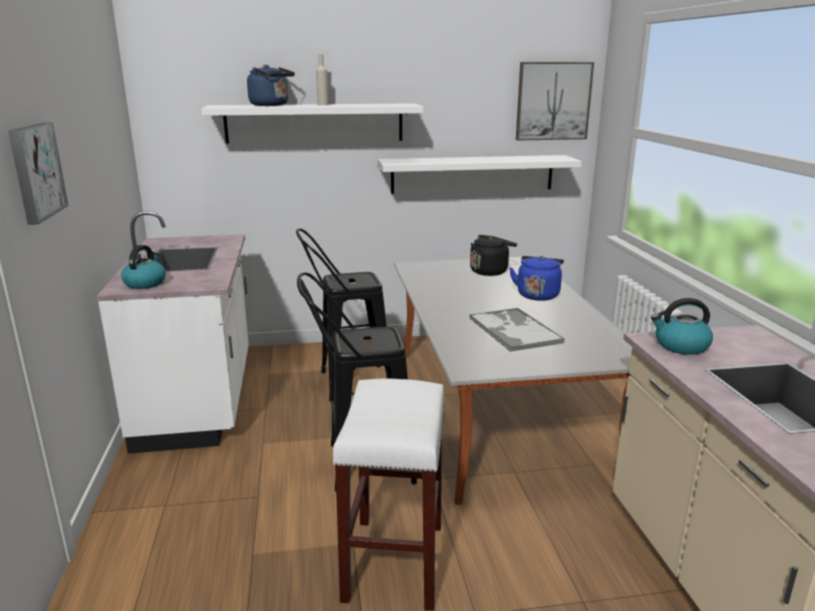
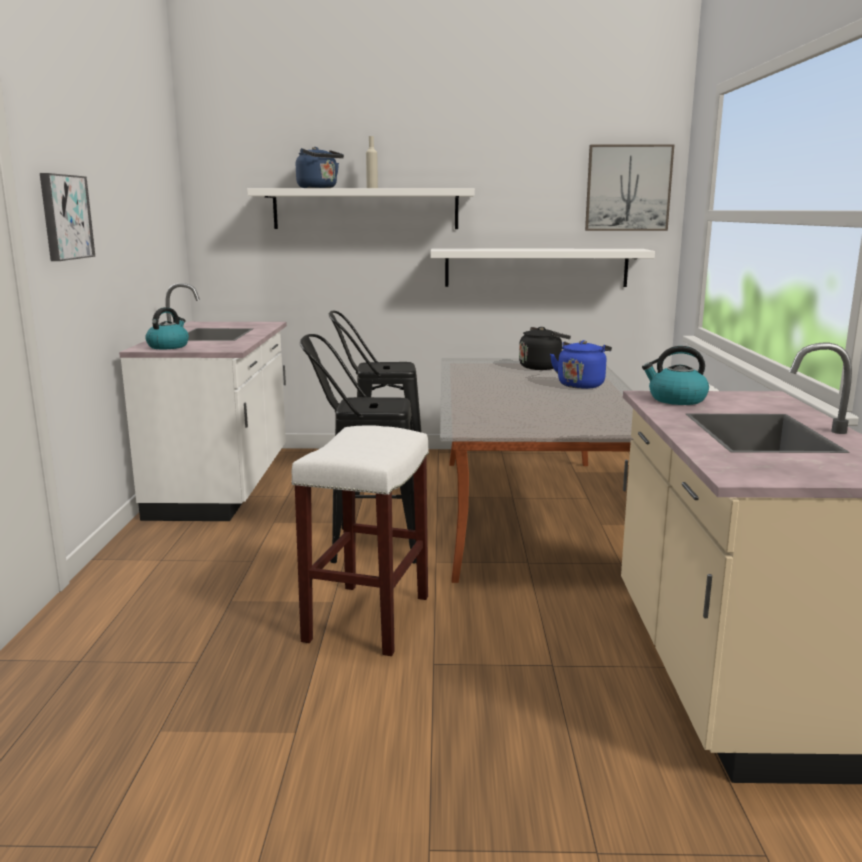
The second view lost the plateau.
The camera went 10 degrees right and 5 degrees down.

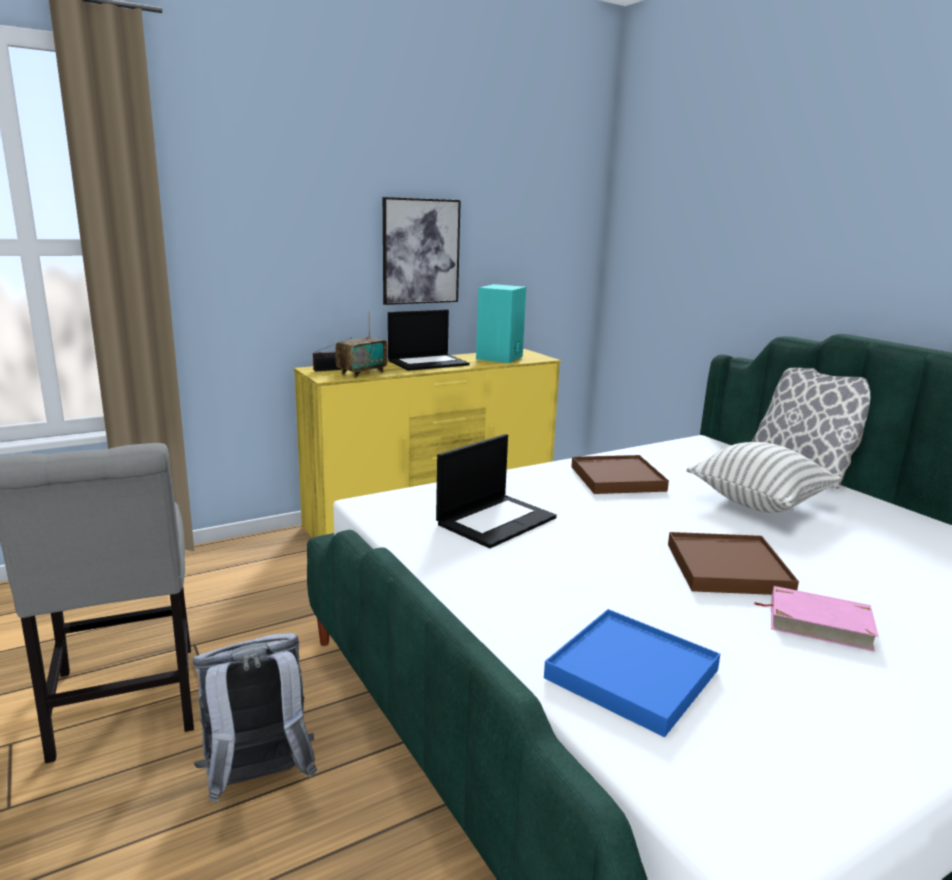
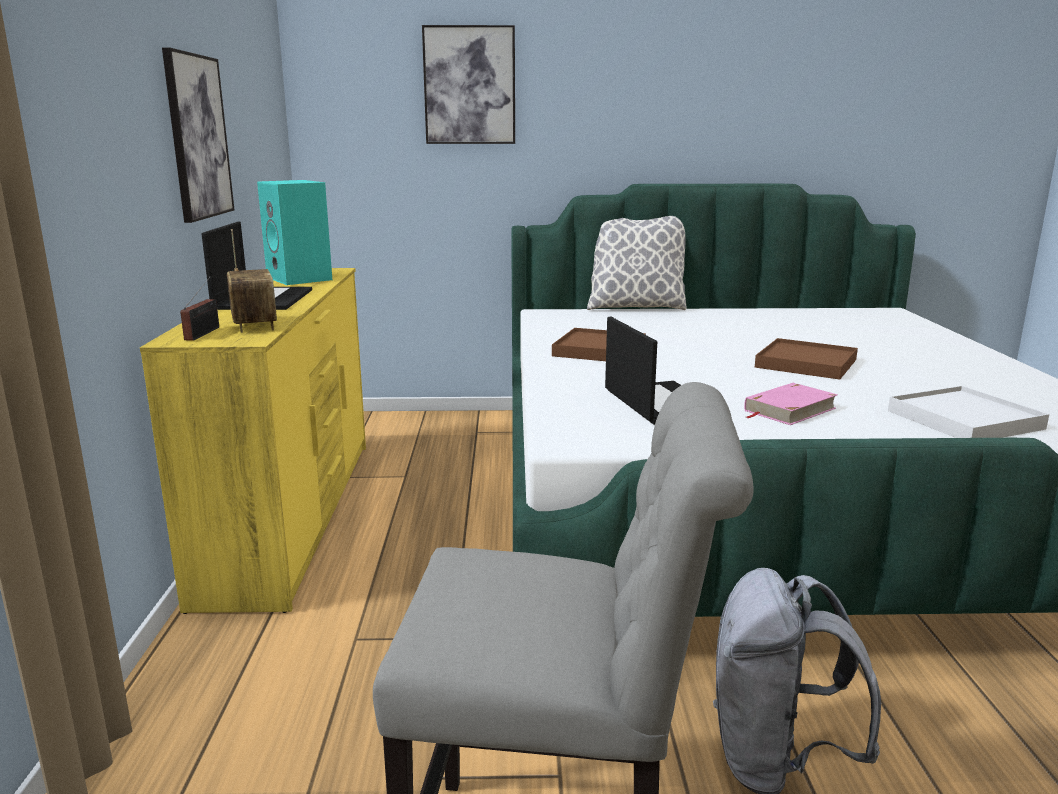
The second view lost the coussin (1st from left).
The second view gained the tableau (2nd from left).
The livre (rose) ended up elsewhere.
What was the plateau (bleu) turned into the plateau (blanc).
The camera went 60 degrees left and 0 degrees up.

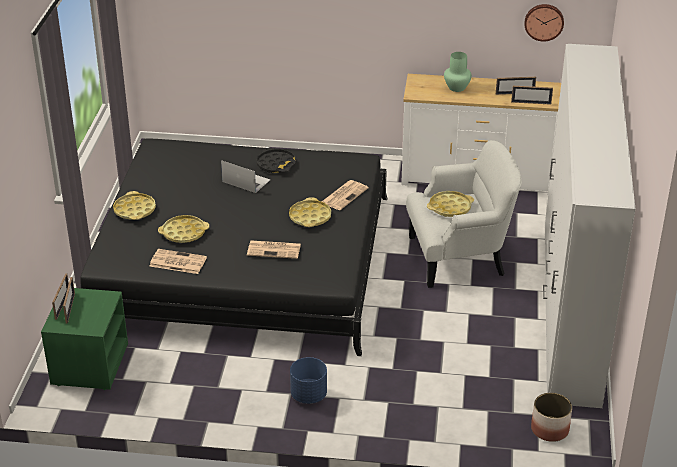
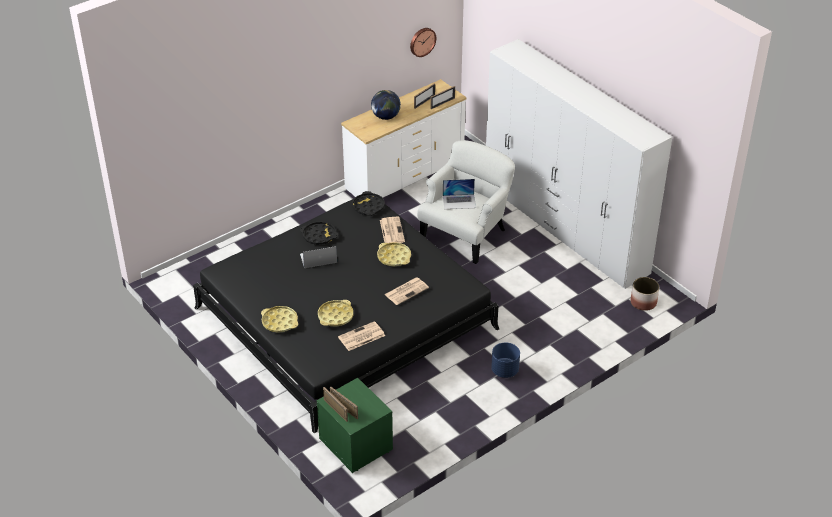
The second view gained the plateau (noir) (2nd from left).
Where the plateau (jaune) (4th from left) stood, the ordinateur portable (2nd from left) came to stand.
Where the vase (vert) stood, the globe came to stand.
The camera went 45 degrees left and 5 degrees up.

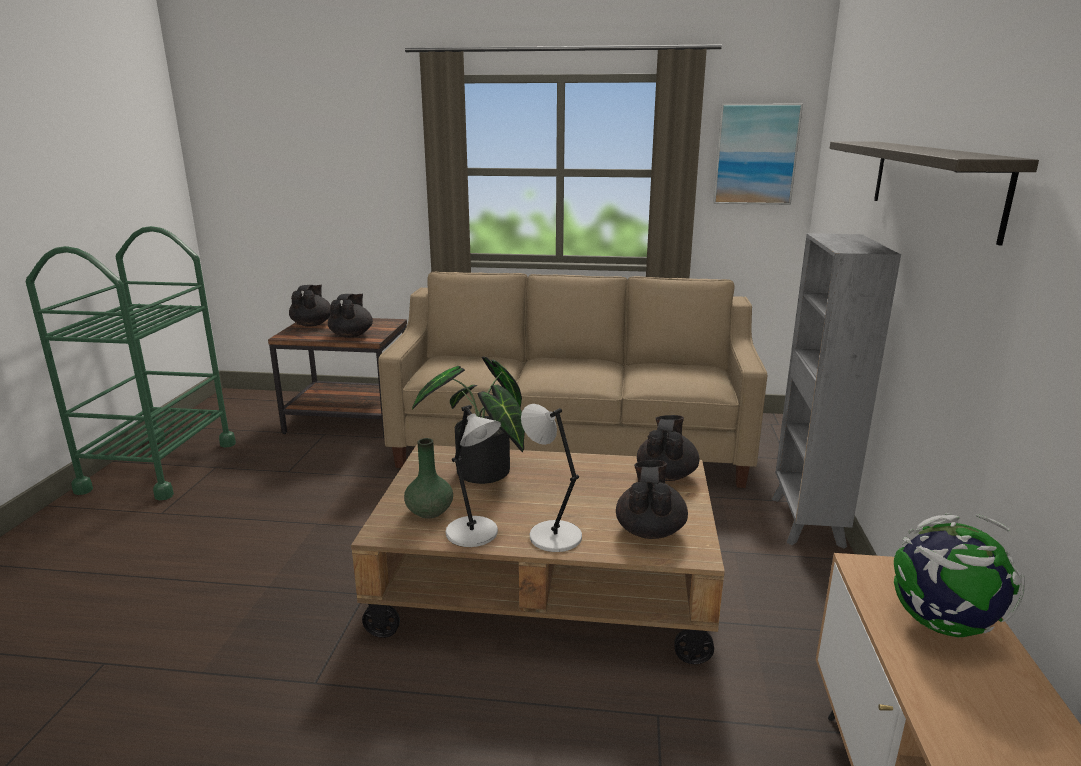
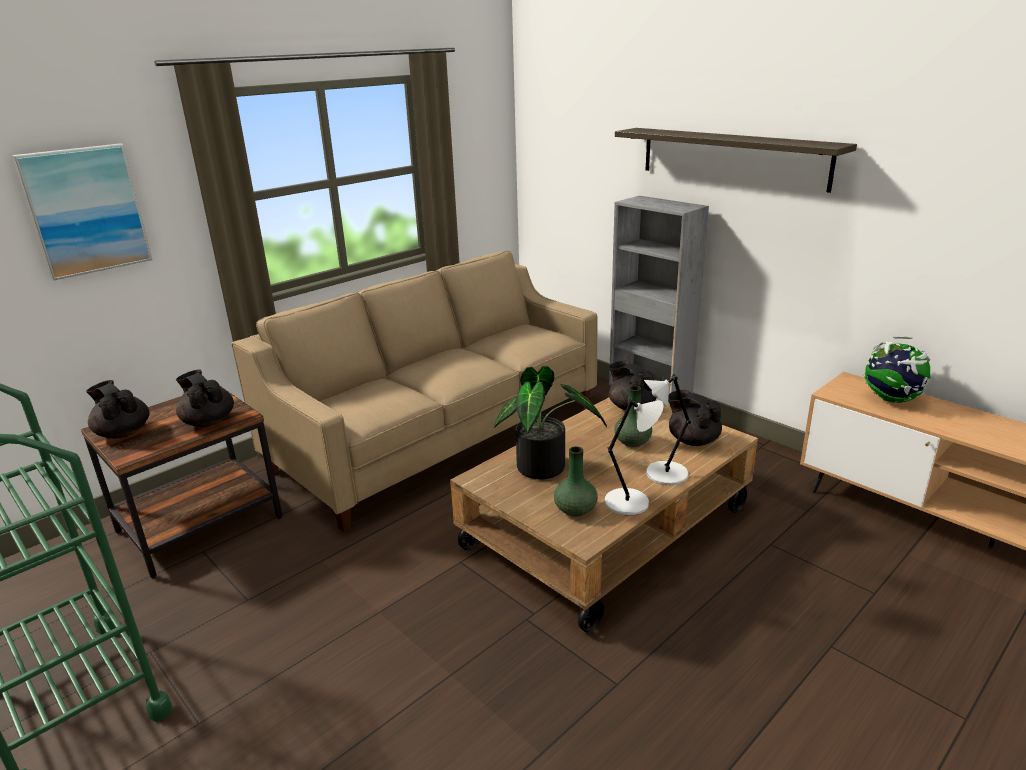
The second view gained the vase (vert) (2nd from left).
The tableau ended up elsewhere.
The camera went 50 degrees left and 5 degrees up.

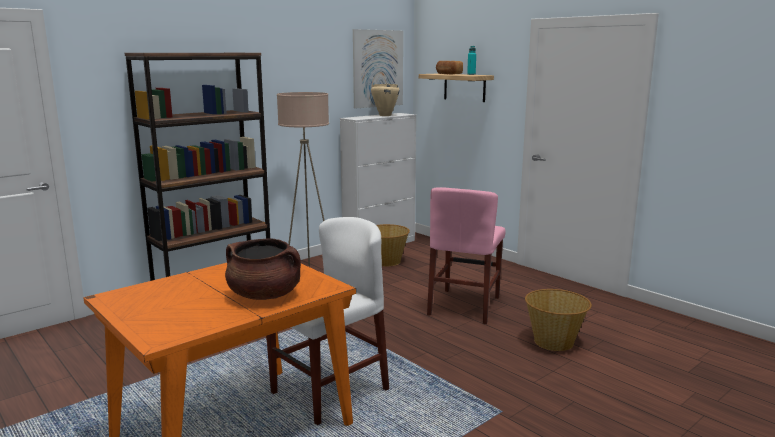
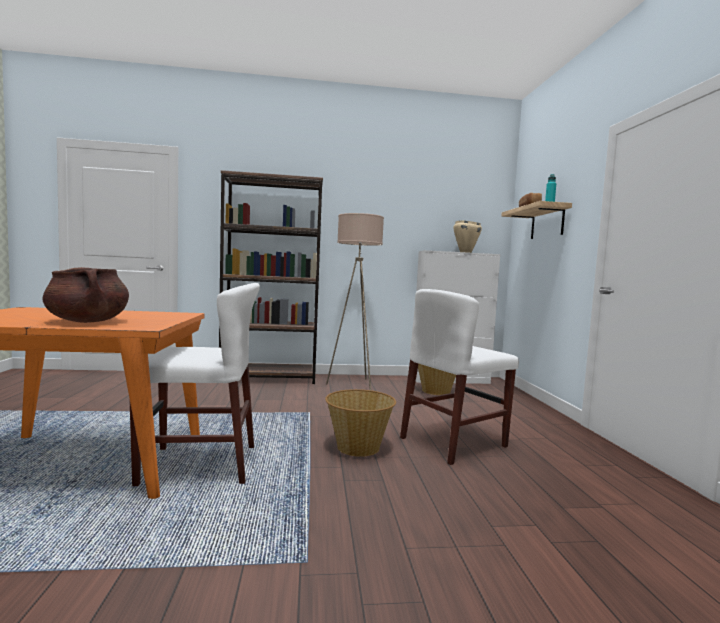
The second view lost the tableau.
The panier (2nd from left in the first image) ended up elsewhere.
What was the chaise (rose) turned into the chaise (blanc) (2nd from left).
The camera went 35 degrees right and 10 degrees down.

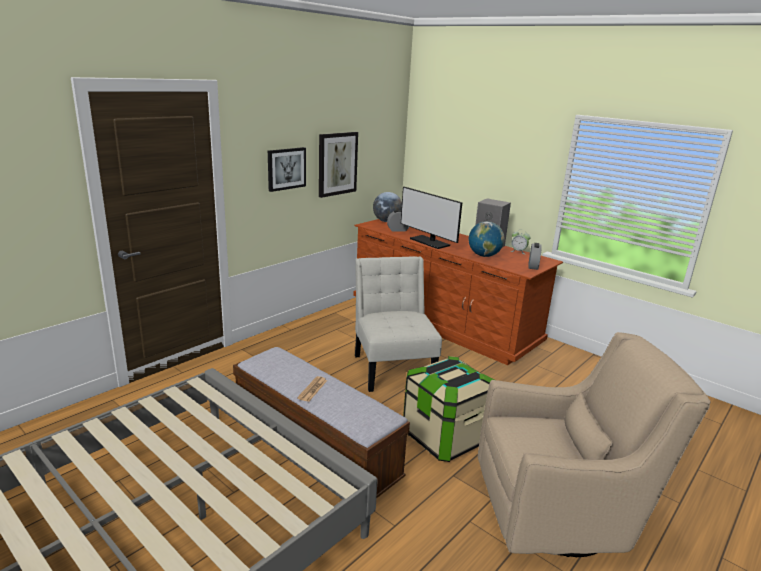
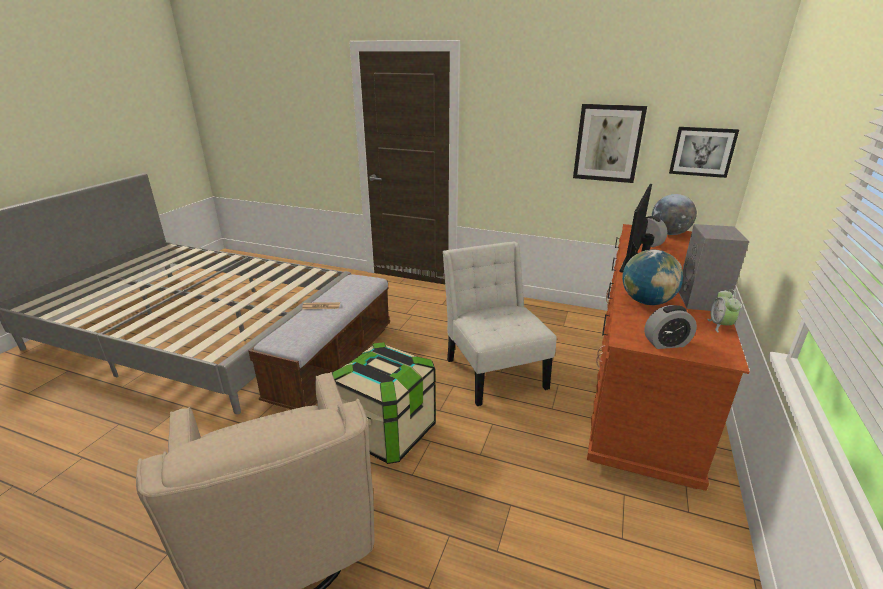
The tableau (1st from left in the first image) ended up elsewhere.
The chaise (blanc) ended up facing another way, 75 degrees counterclockwise from before.
The camera went 70 degrees right and 5 degrees up.

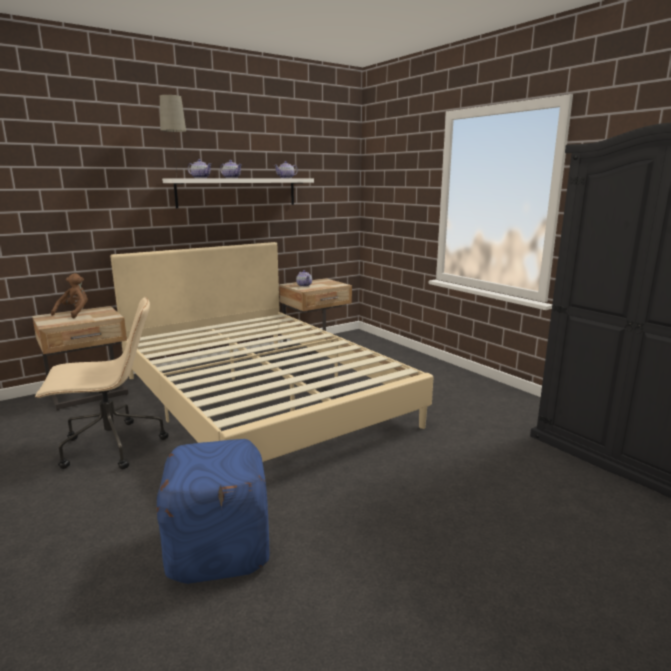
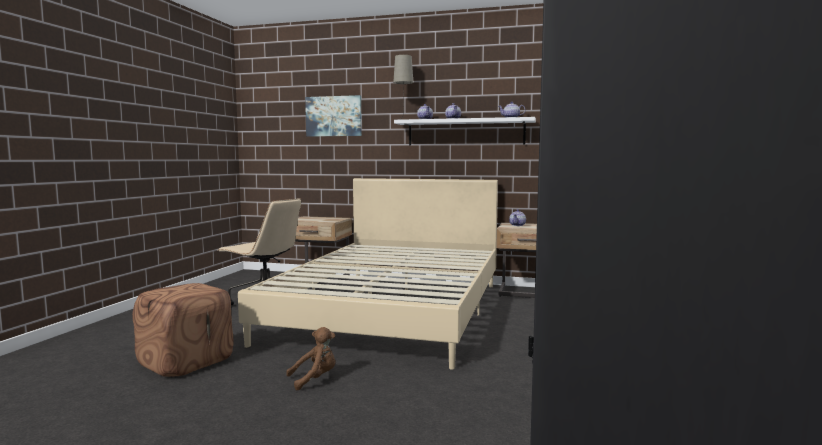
The second view gained the tableau.
The peluche (marron) ended up elsewhere.
What was the pouf (bleu) turned into the pouf (marron).
The camera went 50 degrees right and 10 degrees down.

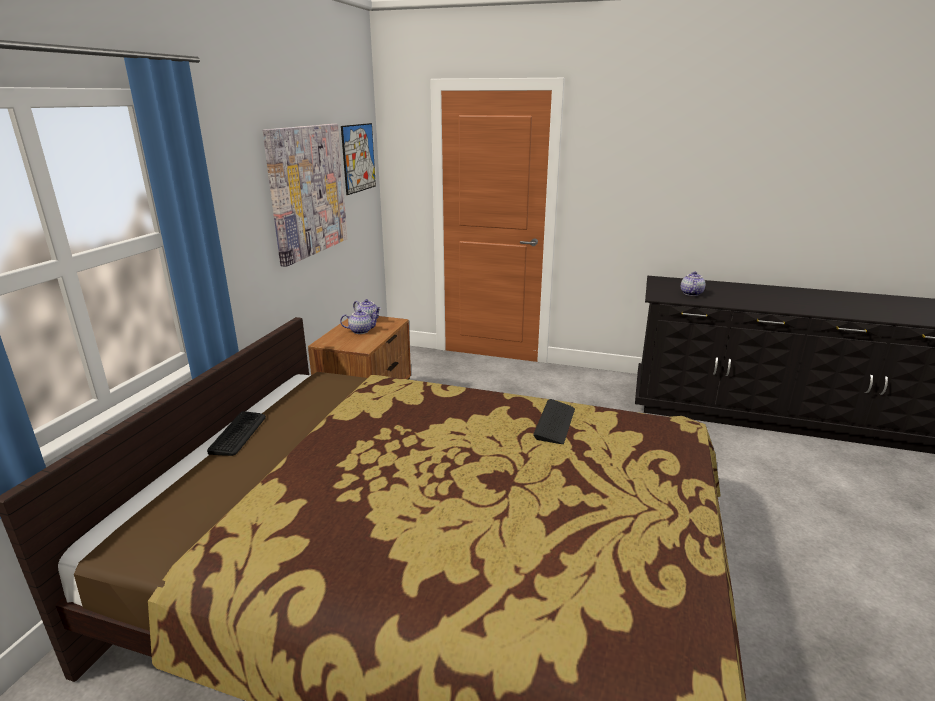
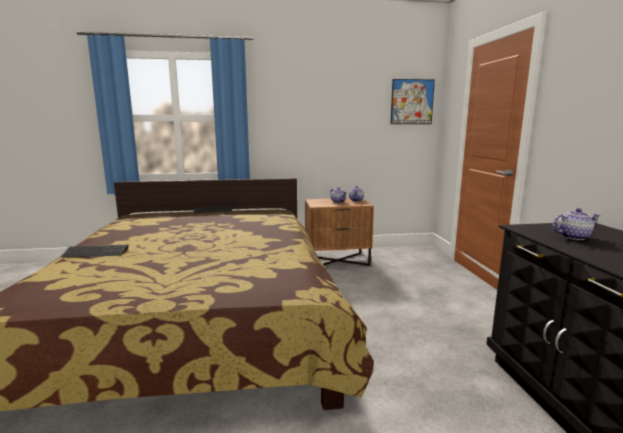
The second view lost the tableau (1st from left).
The clavier (2nd from left in the first image) ended up elsewhere.
The camera went 65 degrees right and 10 degrees down.

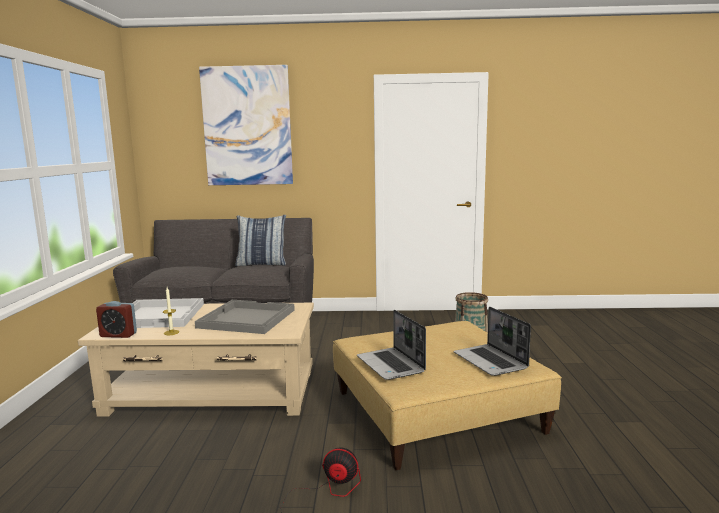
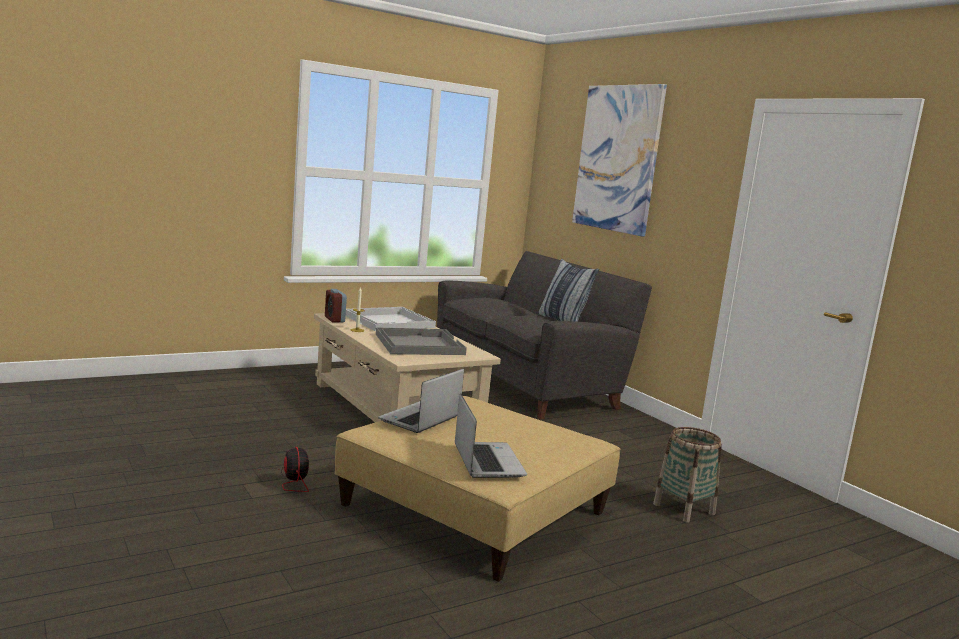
The ordinateur portable (2nd from left) ended up facing another way, 135 degrees clockwise from before.
The camera went 55 degrees right and 0 degrees up.

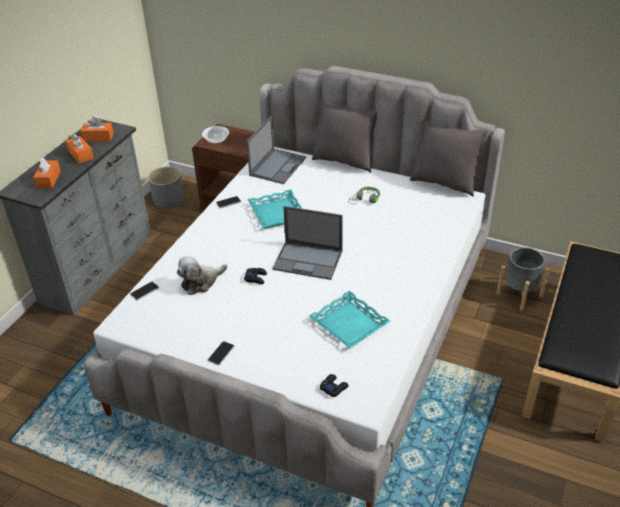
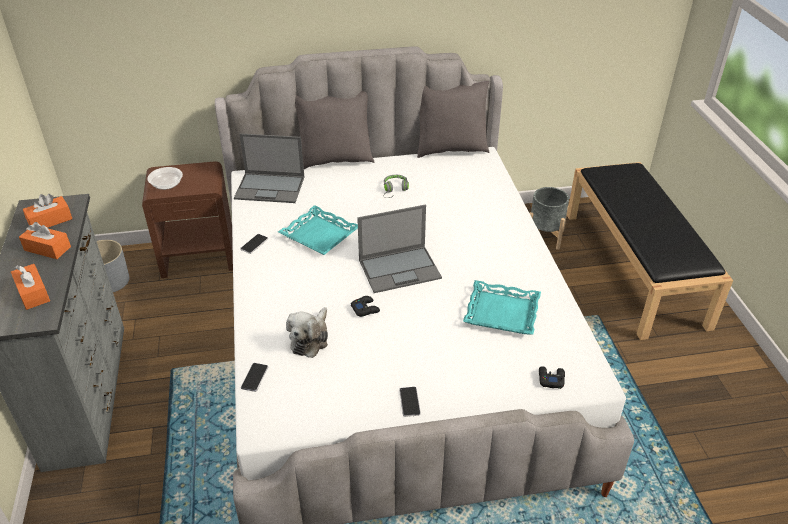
The ordinateur portable (1st from left) ended up facing another way, 105 degrees clockwise from before.
The camera went 35 degrees left and 0 degrees up.

